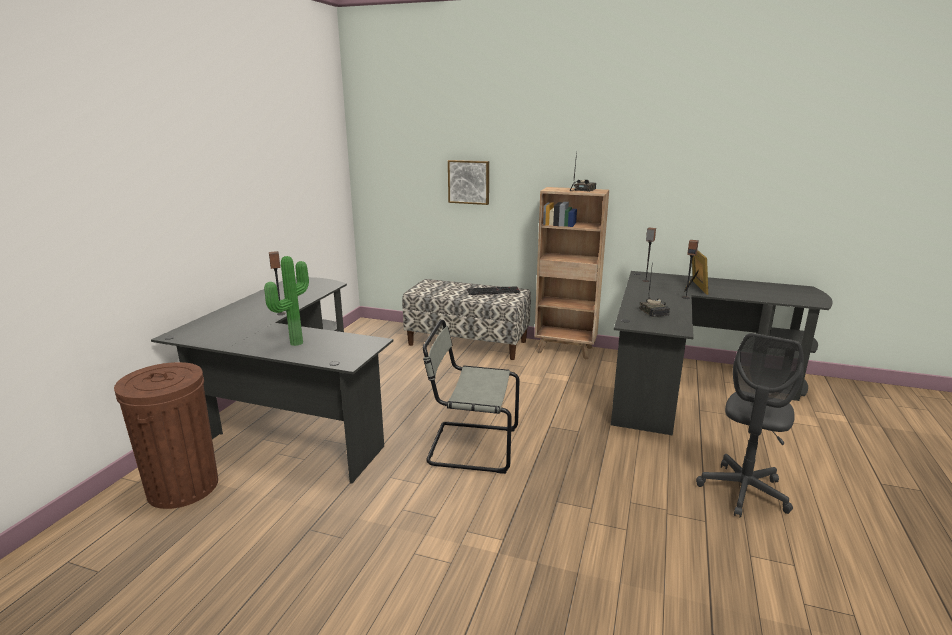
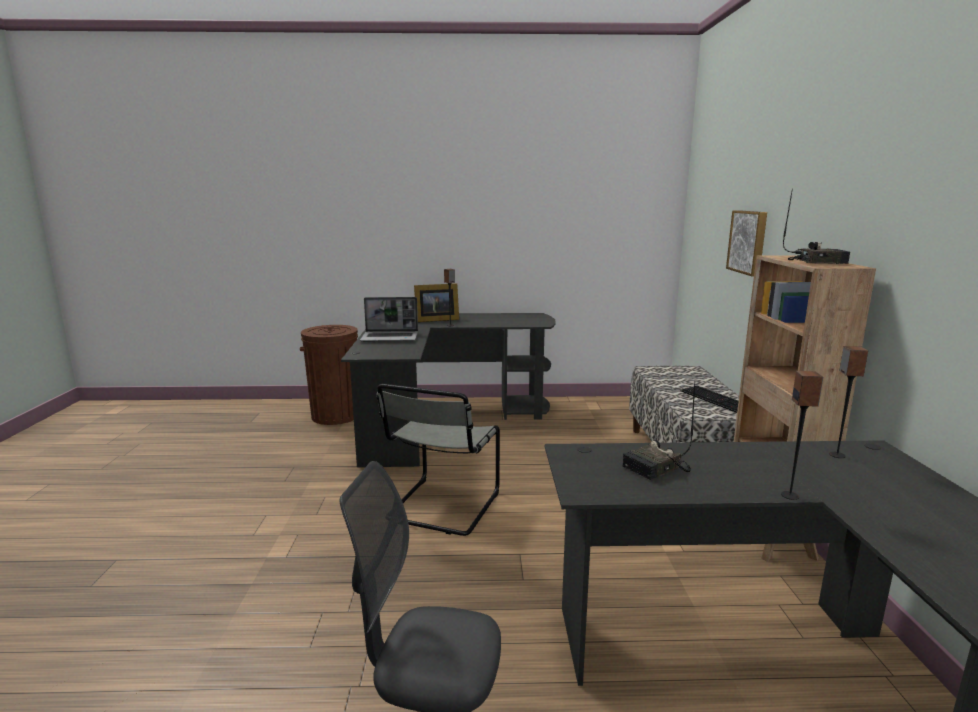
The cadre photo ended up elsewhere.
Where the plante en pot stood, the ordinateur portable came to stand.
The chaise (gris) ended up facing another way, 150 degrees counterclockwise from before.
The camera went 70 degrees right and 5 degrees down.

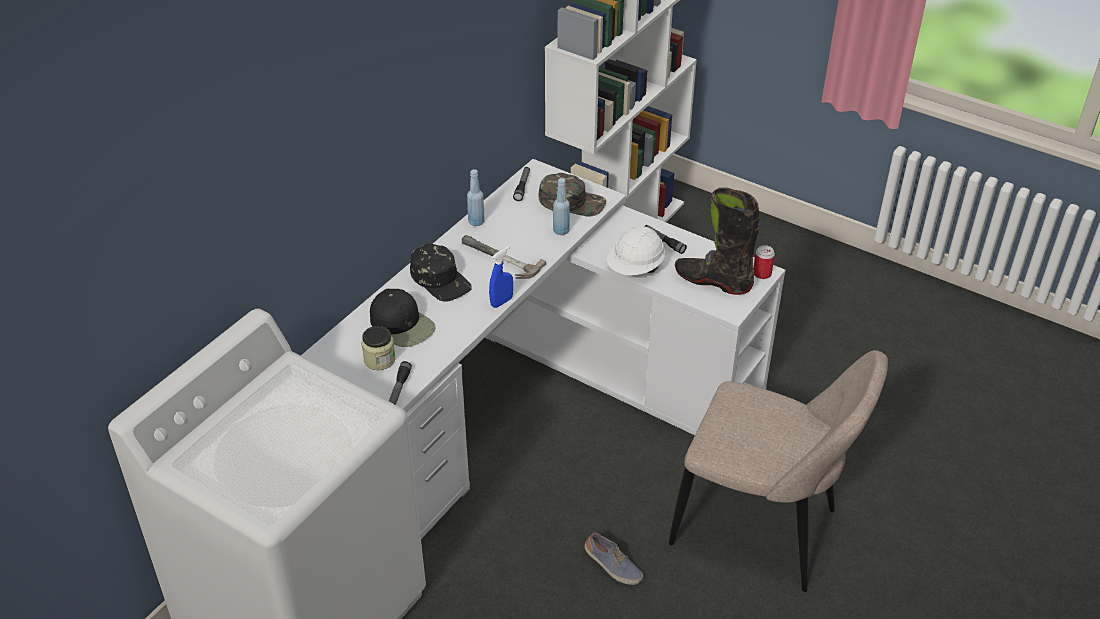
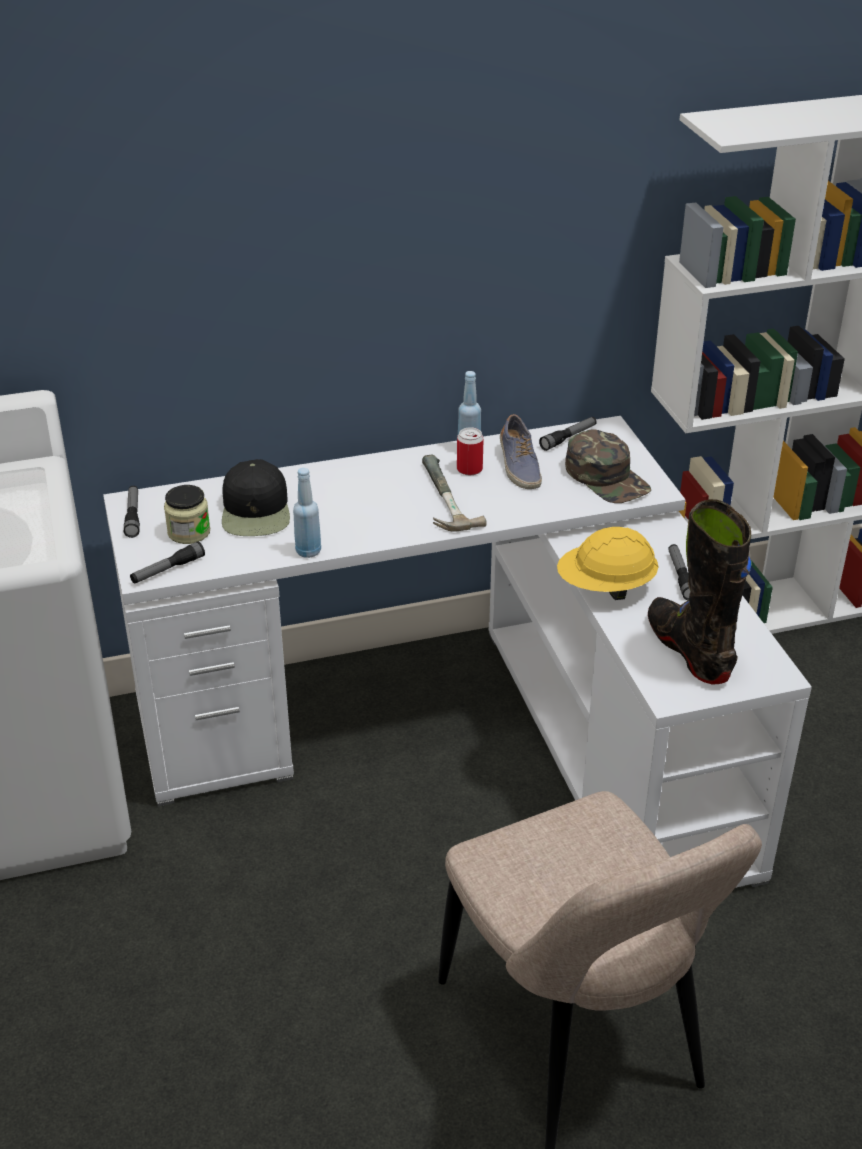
The second view lost the casquette (noir) (2nd from left).
The second view lost the vaporisateur (bleu).
The second view gained the lampe de poche (1st from left).
The bouteille (bleu) (2nd from left in the first image) ended up elsewhere.
The chaussure ended up elsewhere.
The boîte métallique ended up elsewhere.
What was the casque de chantier (blanc) turned into the casque de chantier (jaune).
The camera went 40 degrees right and 5 degrees down.

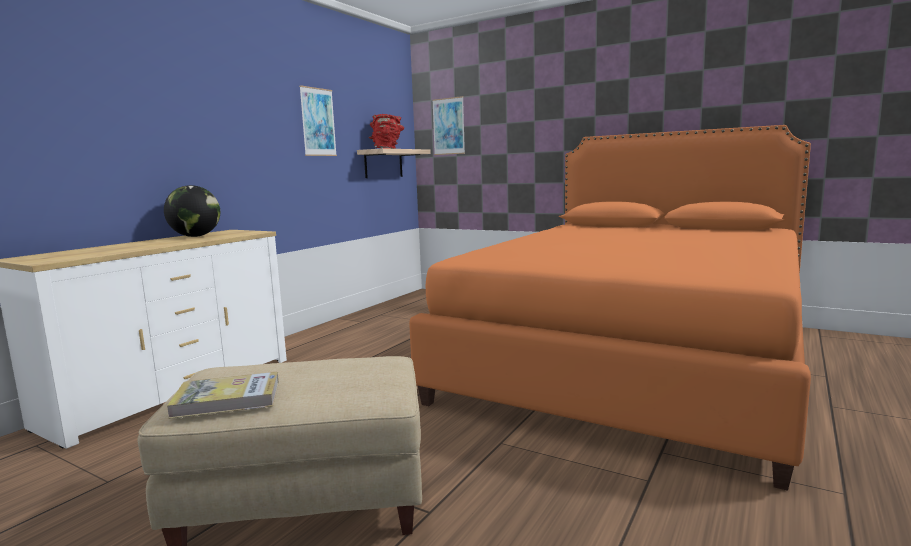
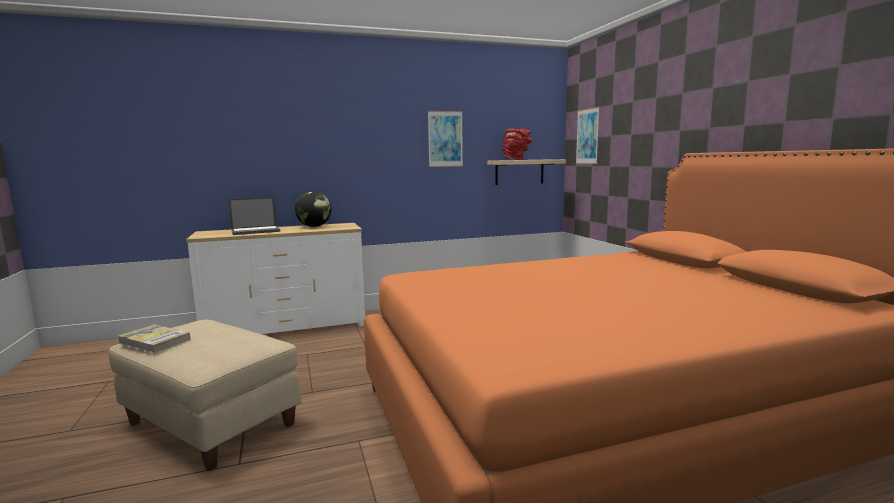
The second view gained the ordinateur portable.
The camera went 40 degrees right and 0 degrees up.

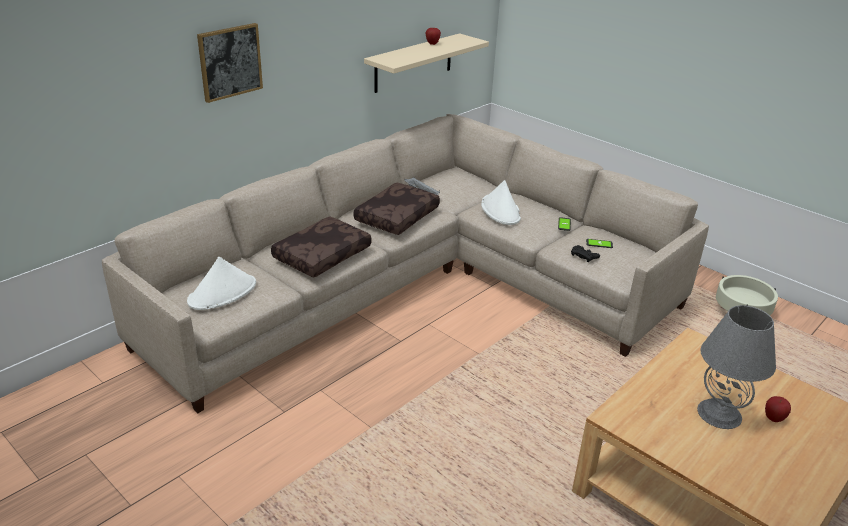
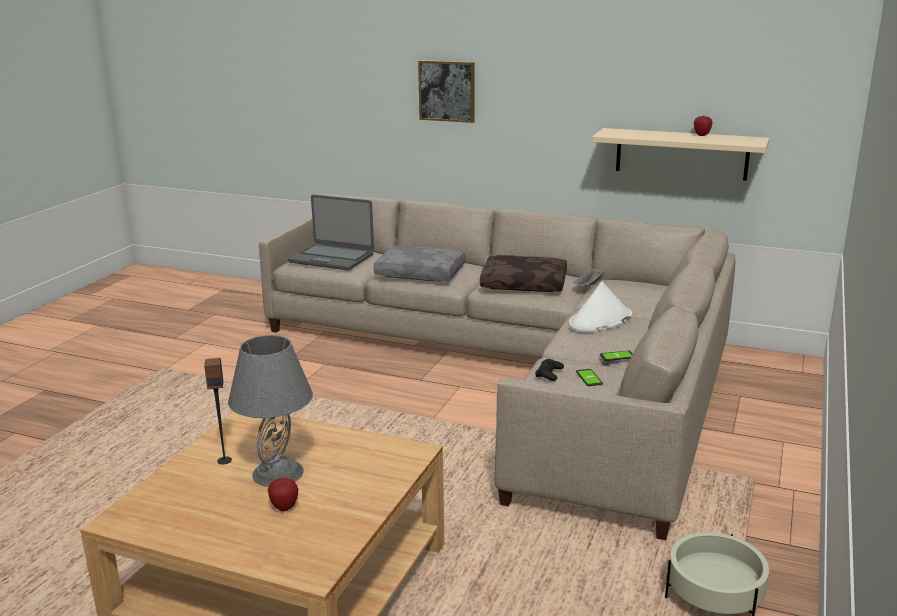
The second view gained the enceinte.
Where the chapeau (blanc) (1st from left) stood, the ordinateur portable came to stand.
What was the coussin (marron) (1st from left) turned into the coussin (gris).
The camera went 70 degrees right and 10 degrees down.

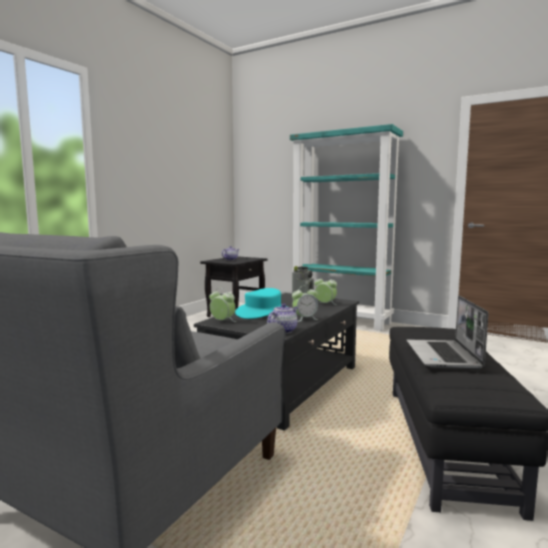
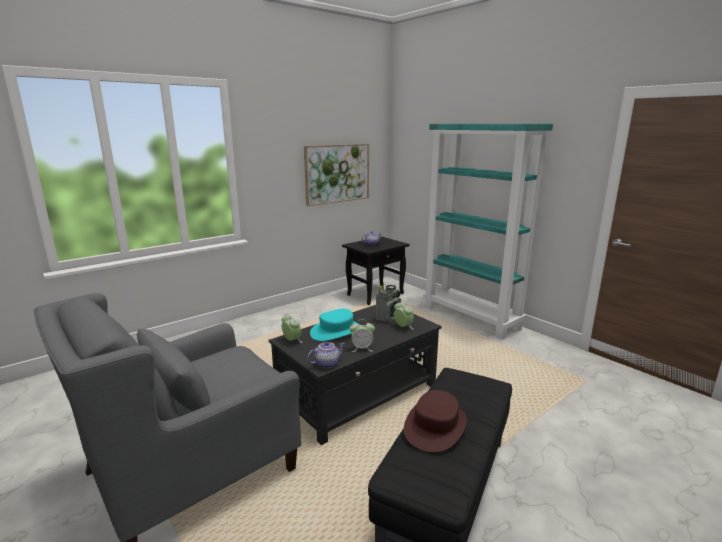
The second view gained the tableau.
Where the ordinateur portable stood, the chapeau (marron) came to stand.
The camera went 20 degrees right and 10 degrees up.

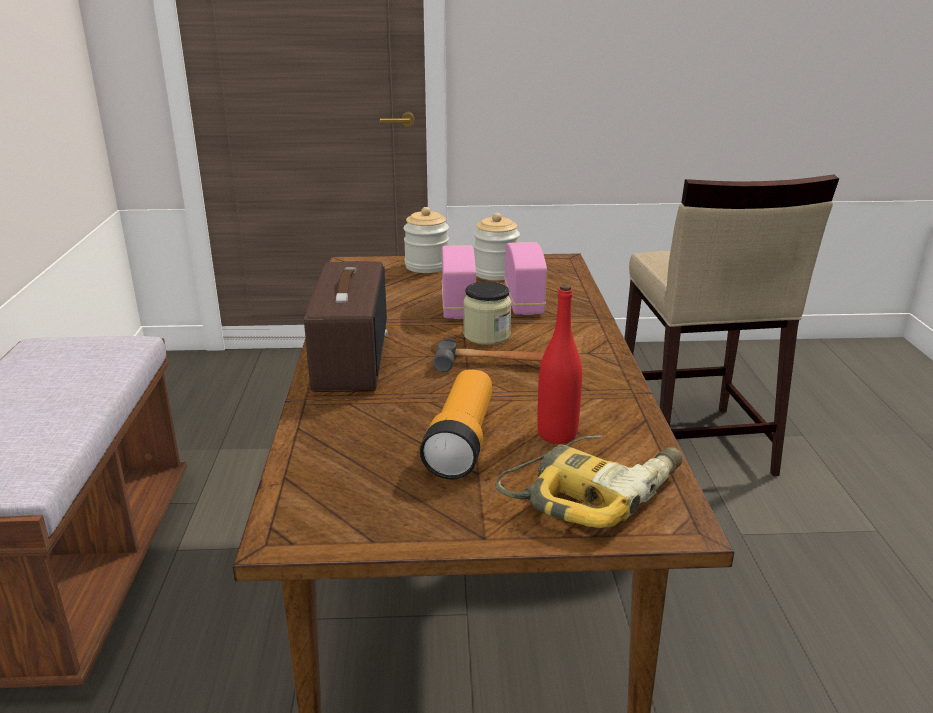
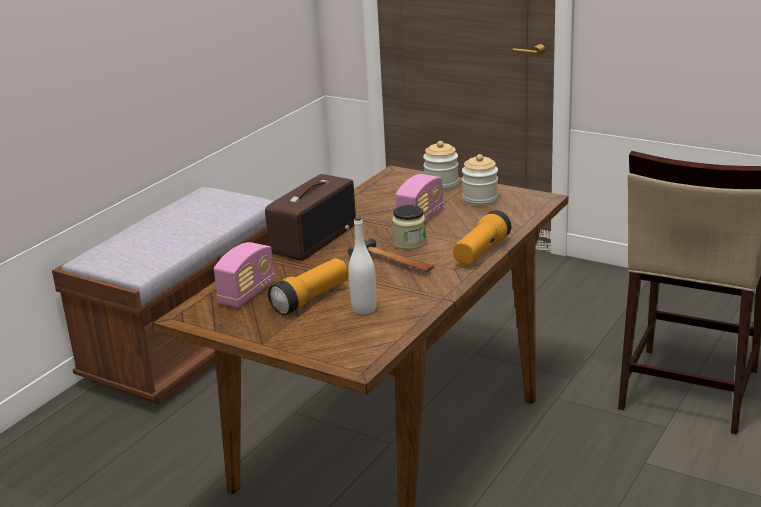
The second view lost the perceuse.
The second view gained the lampe de poche (2nd from left).
The radio (3rd from left in the first image) ended up elsewhere.
What was the bouteille (rouge) turned into the bouteille (blanc).
The camera went 35 degrees right and 0 degrees up.

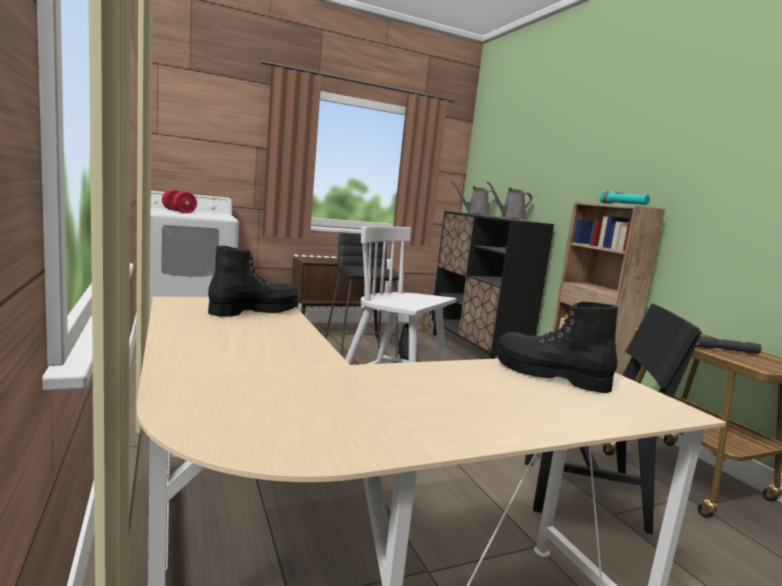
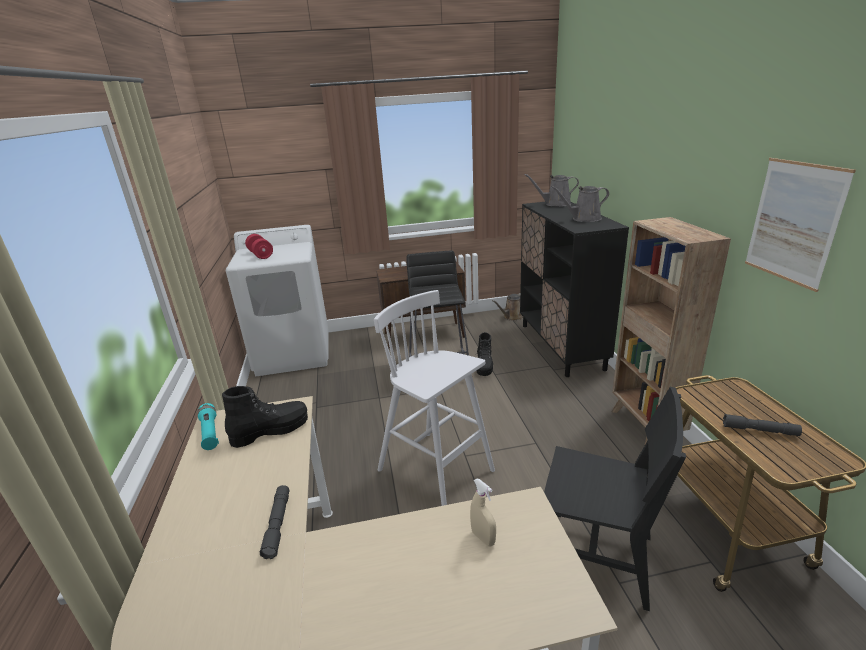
The second view gained the lampe de poche (gris) (1st from left).
The second view gained the tableau.
The lampe de poche (turquoise) ended up elsewhere.
Where the botte (noir) (3rd from left) stood, the vaporisateur (beige) came to stand.
The camera went 15 degrees right and 15 degrees up.

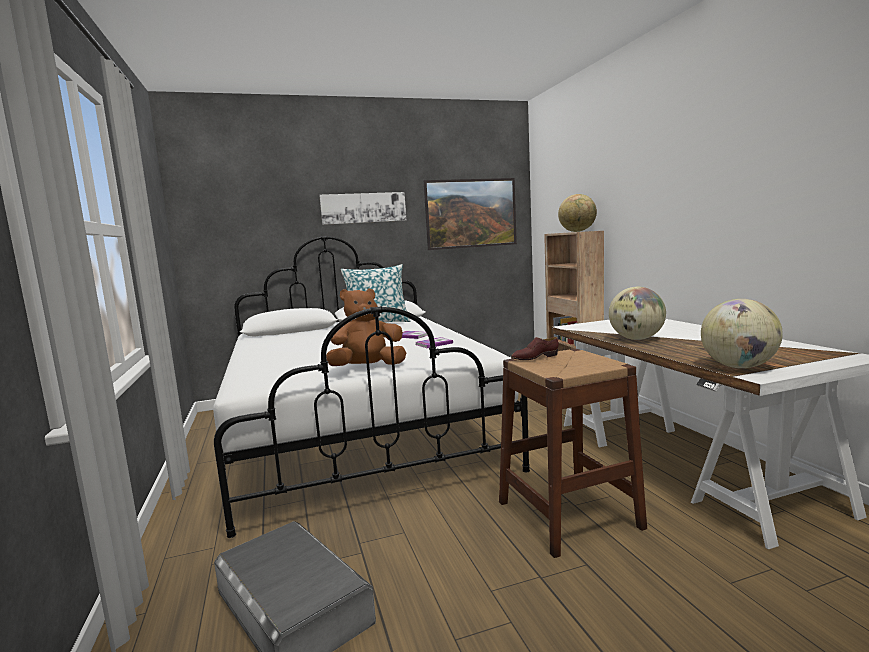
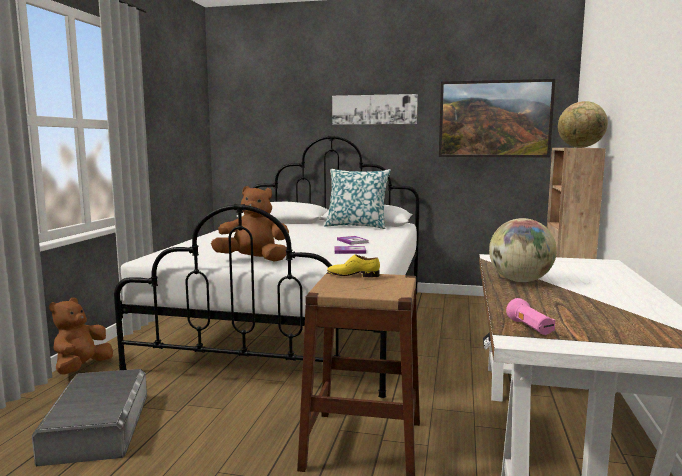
The second view gained the peluche (marron) (1st from left).
Where the globe (3rd from left) stood, the lampe de poche (rose) came to stand.
What was the chaussure (marron) turned into the chaussure (jaune).
The camera went 30 degrees right and 0 degrees up.

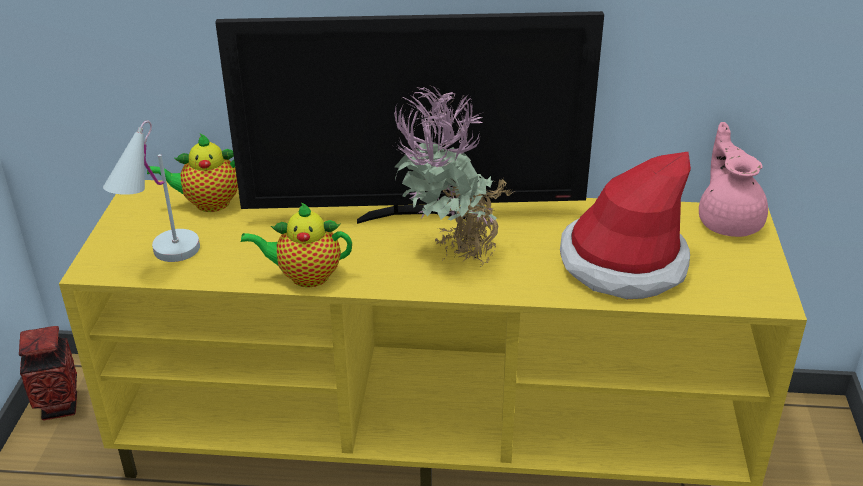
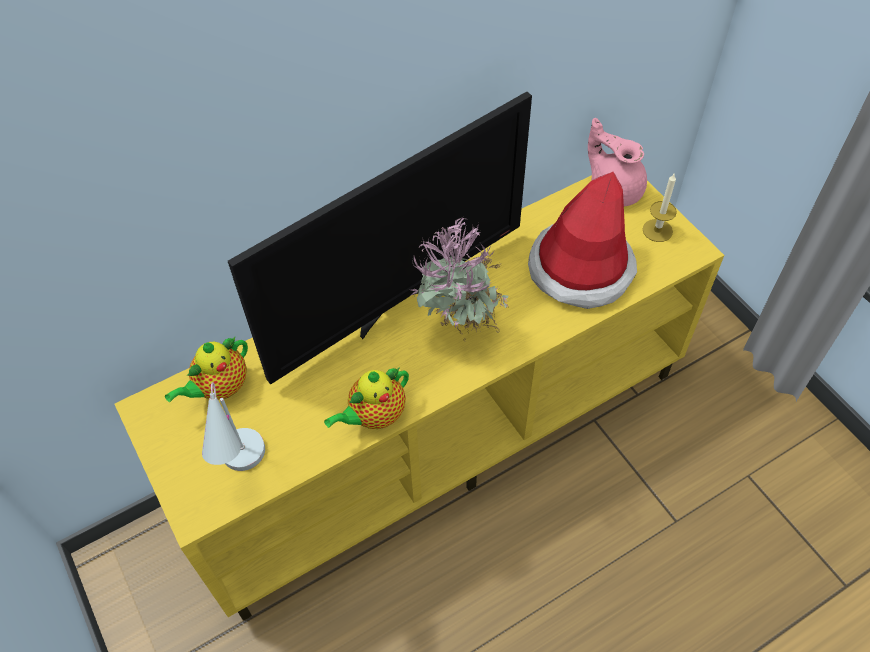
The second view lost the vase.
The second view gained the bougie.
The camera went 35 degrees left and 20 degrees up.

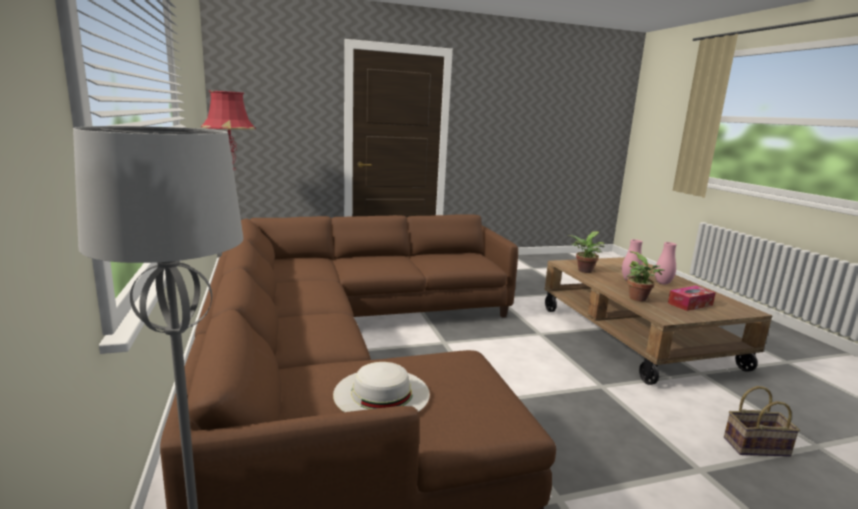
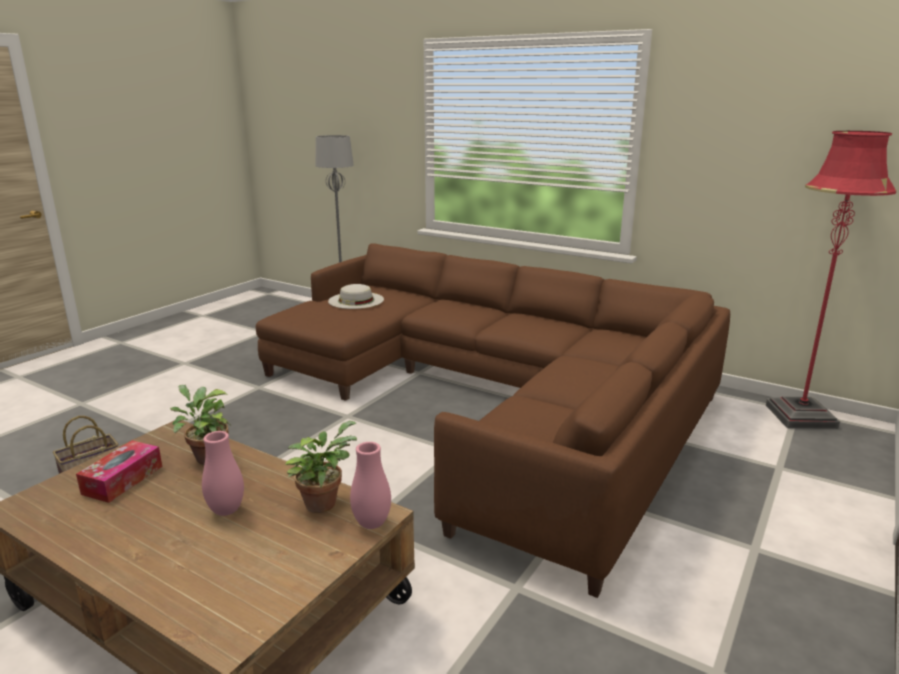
The vase (rose) (2nd from left) ended up elsewhere.
The camera went 140 degrees right and 5 degrees up.

